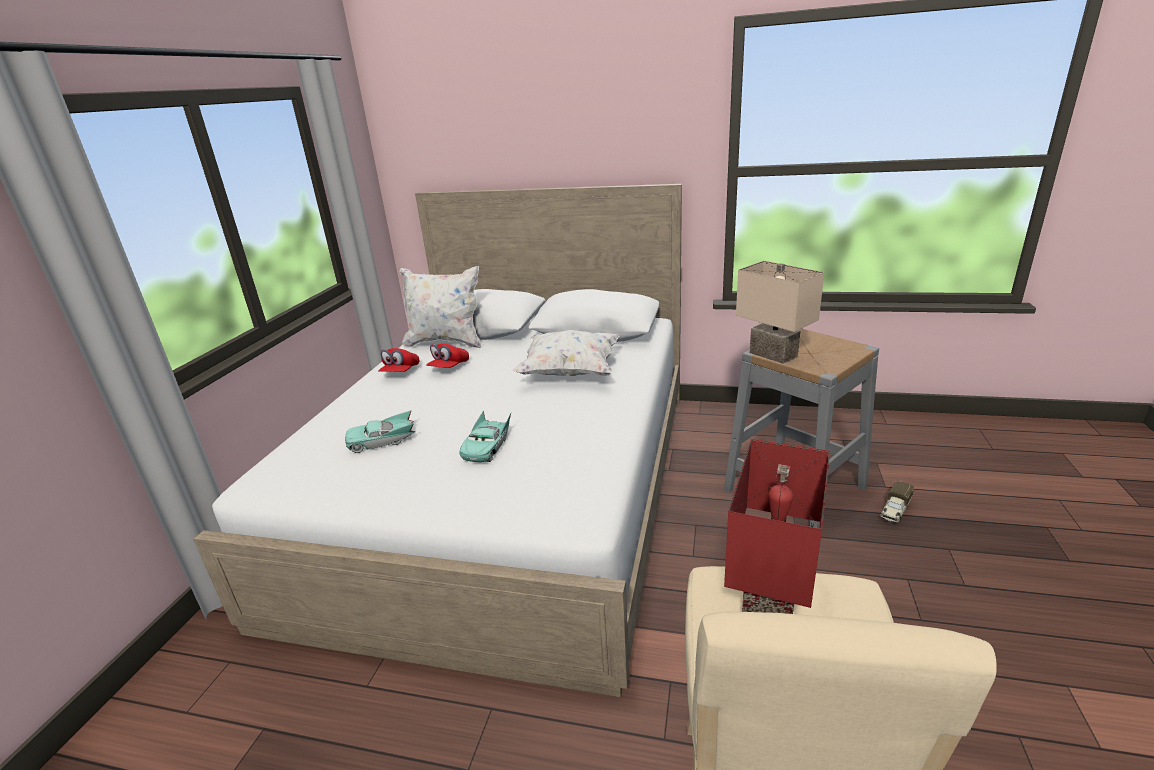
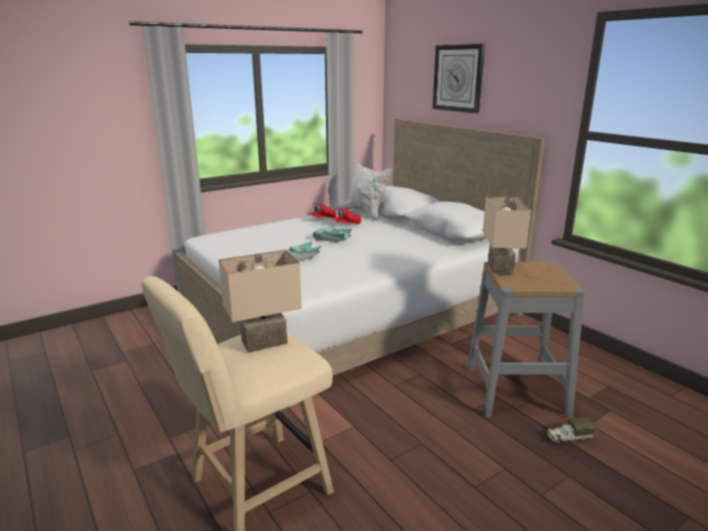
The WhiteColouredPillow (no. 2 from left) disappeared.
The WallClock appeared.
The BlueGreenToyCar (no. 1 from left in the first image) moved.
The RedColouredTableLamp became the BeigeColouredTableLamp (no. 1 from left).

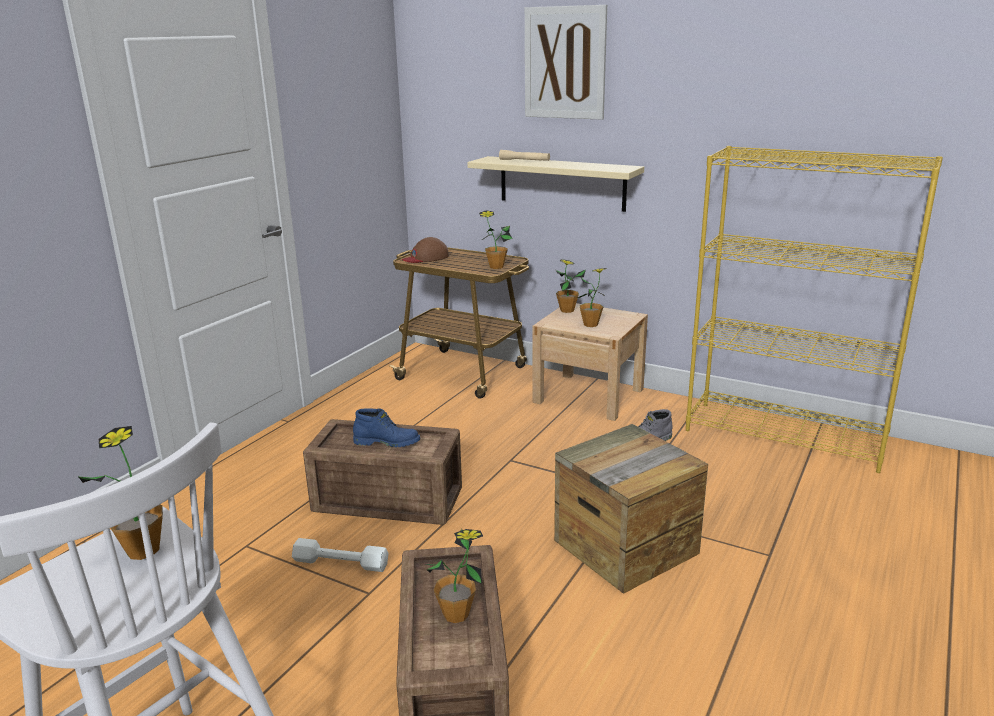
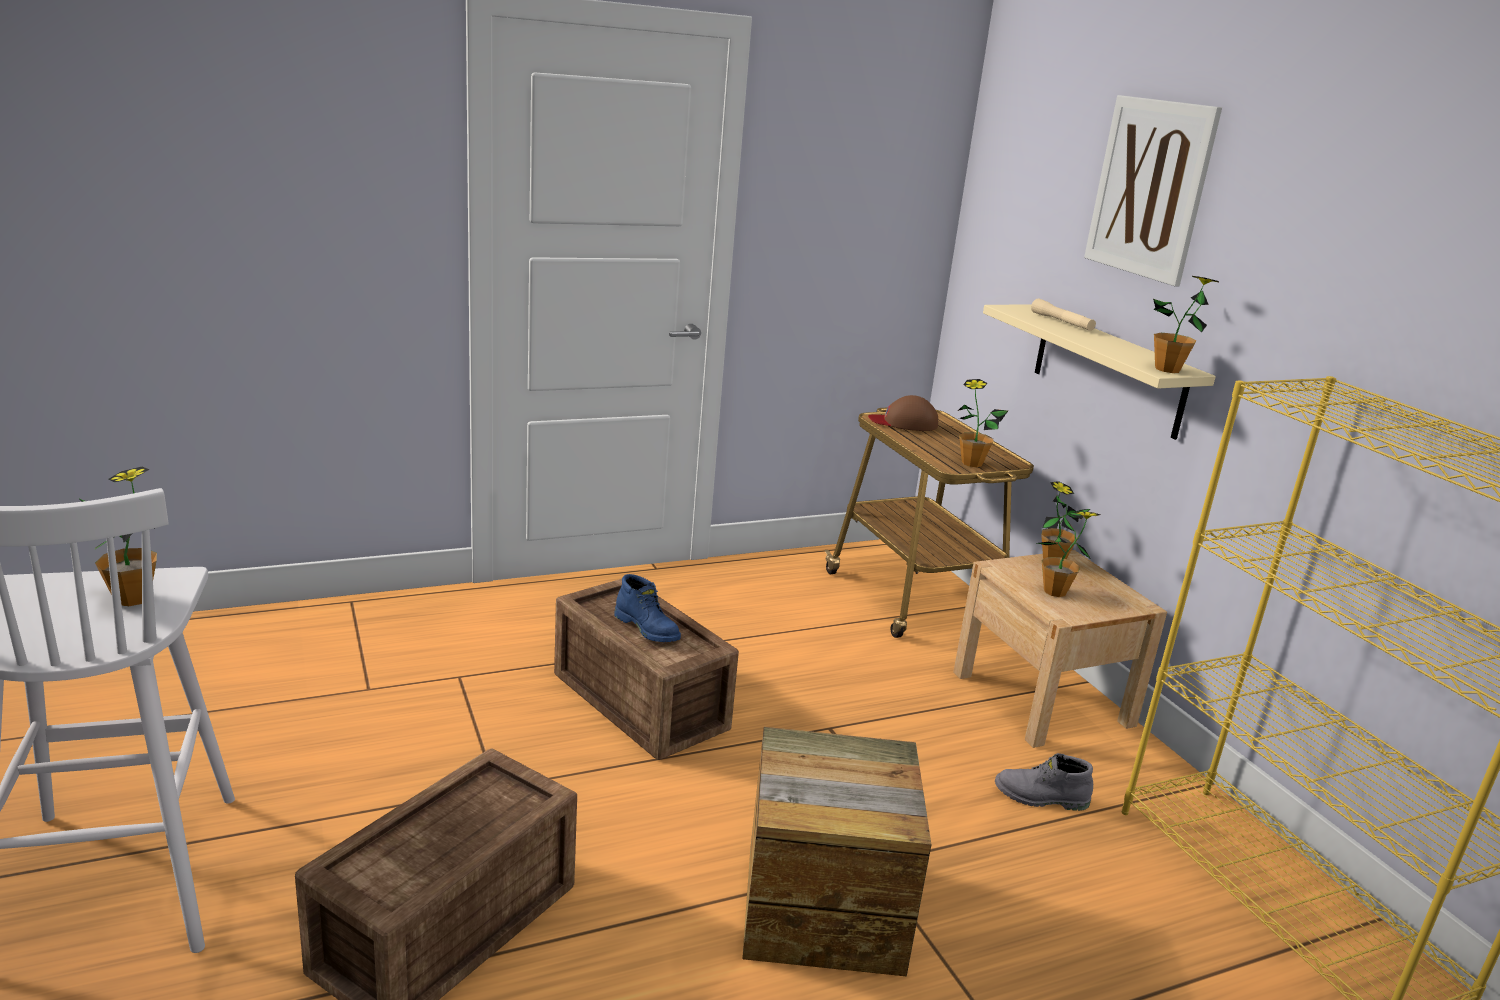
The WhiteColouredHandWeight disappeared.
The PottedPlant (no. 2 from left in the first image) moved.

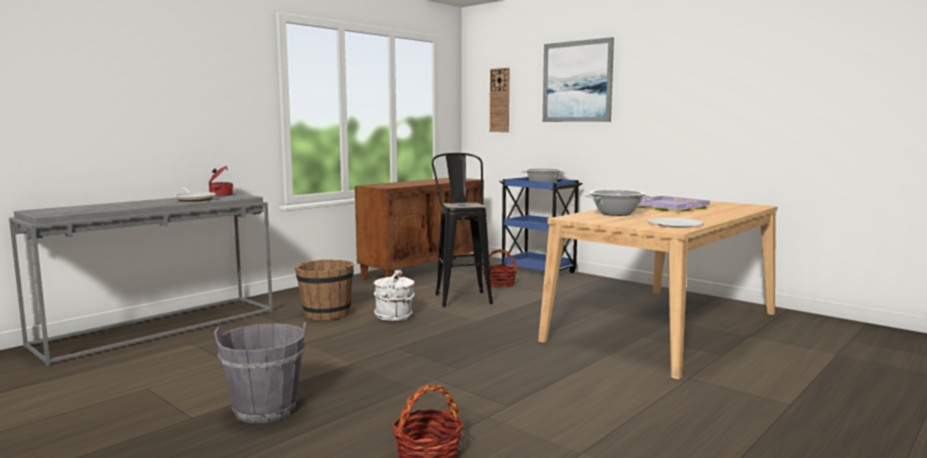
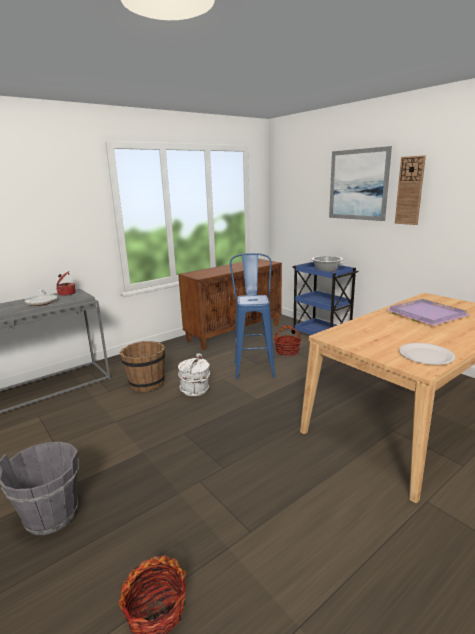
The Stockpot (no. 3 from left) disappeared.
The WallClock moved.
The BlackColouredSittingStool became the BluishSittingStool.

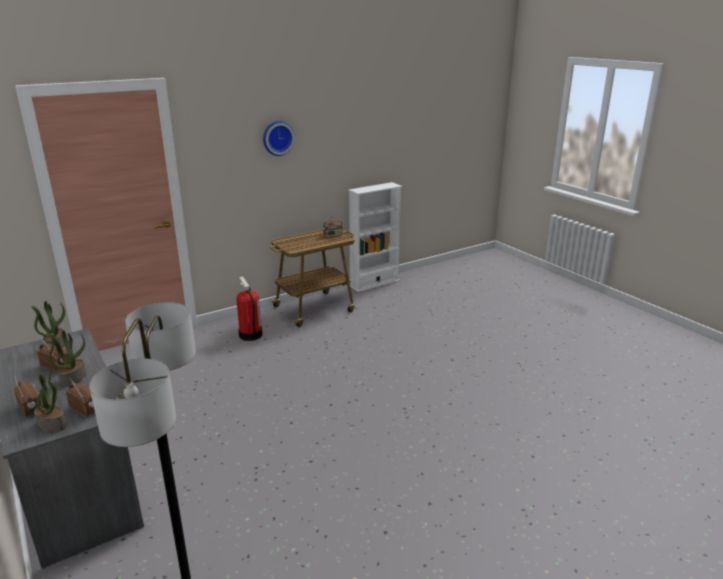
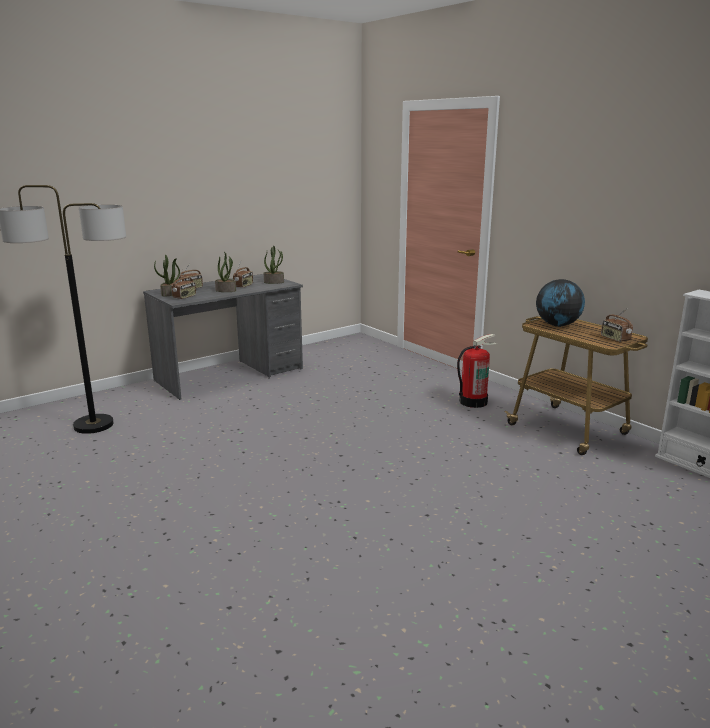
The WallClock disappeared.
The DeskGlobe appeared.

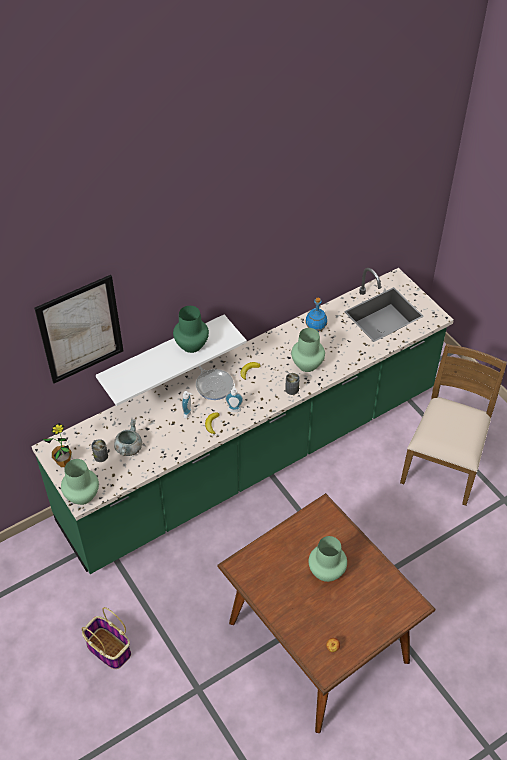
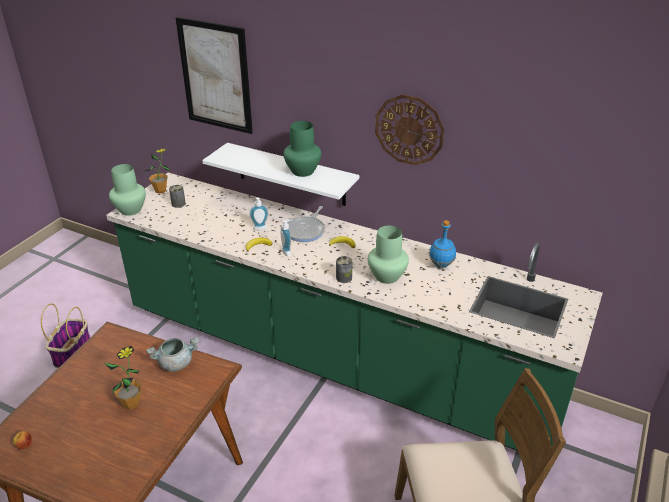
The WallClock appeared.
The GreyishStockpot moved.
The GreenishVase (no. 4 from left) was replaced by the PottedPlant (no. 1 from left).

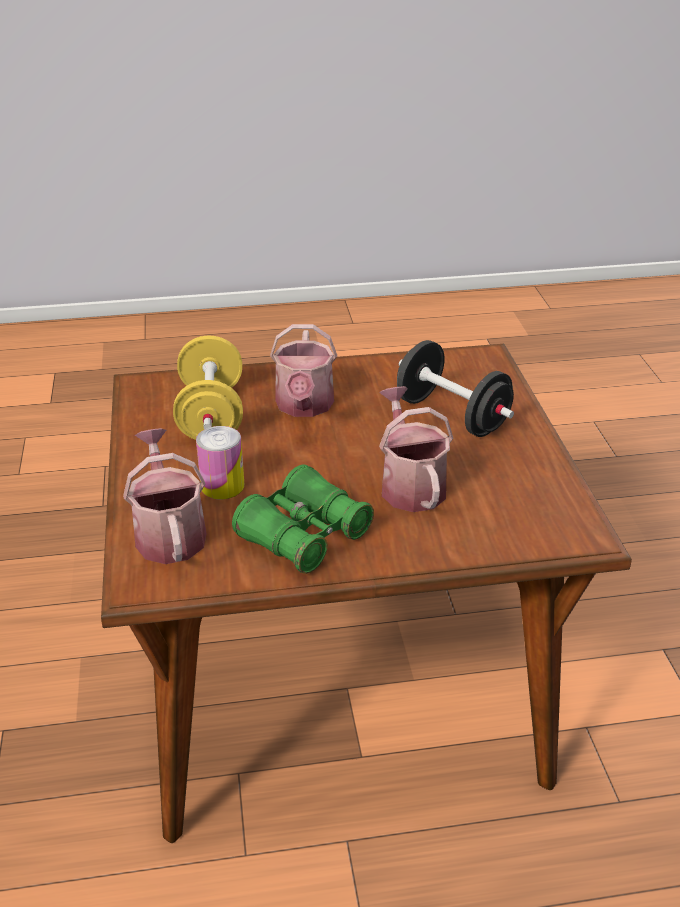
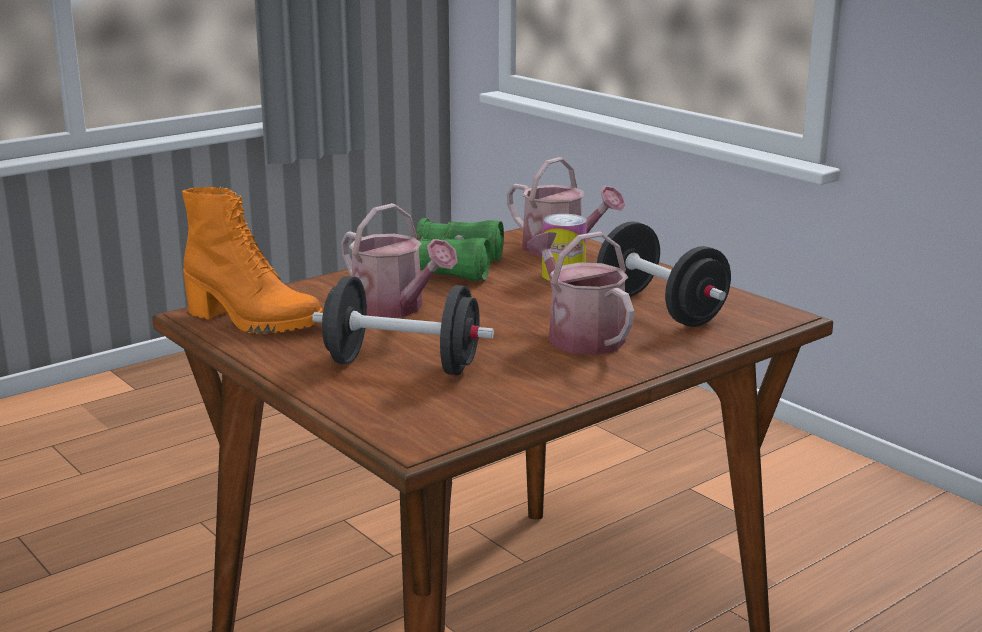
The OrangeyHighTopBoot appeared.
The YellowColouredHandWeight became the BlackColouredHandWeight (no. 2 from left).

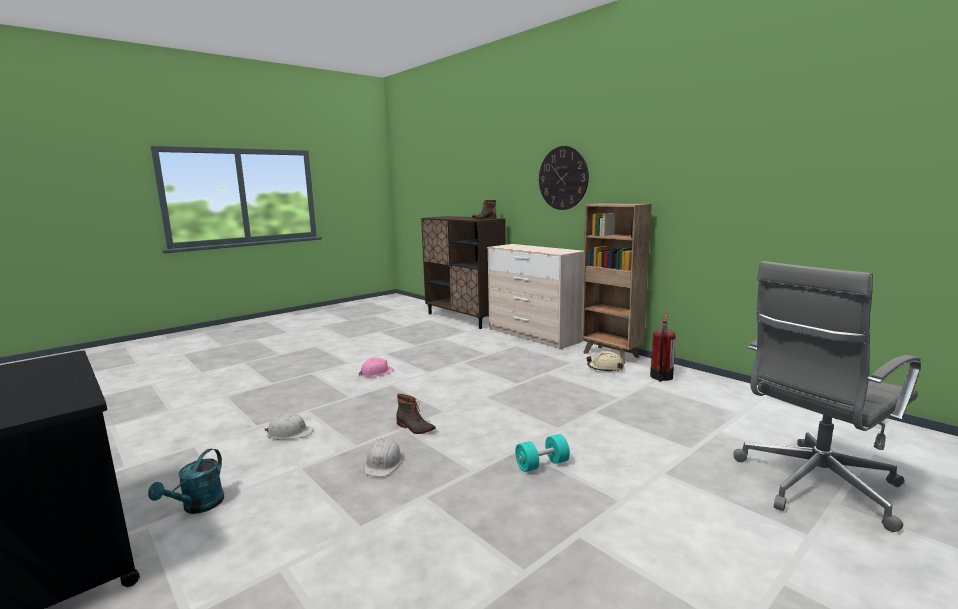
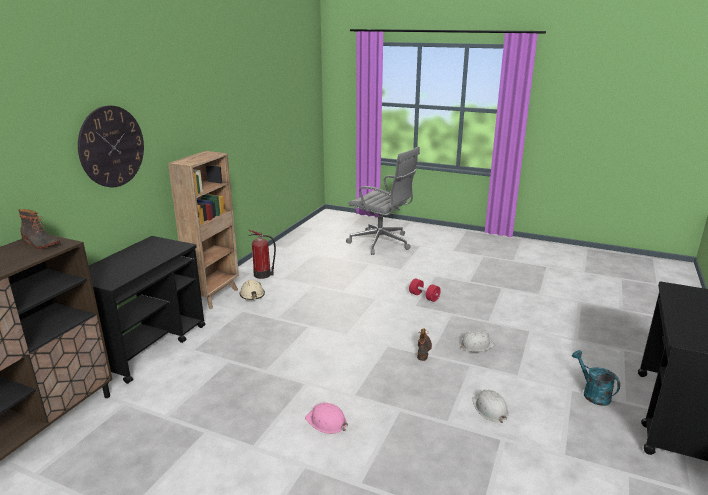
The BeigeColouredChestOfDrawers was replaced by the BlackColouredWheeledCart (no. 1 from left).
The BlueGreenHandWeight became the RedColouredHandWeight.
The BlueGreenWateringPot turned 105 degrees counterclockwise.

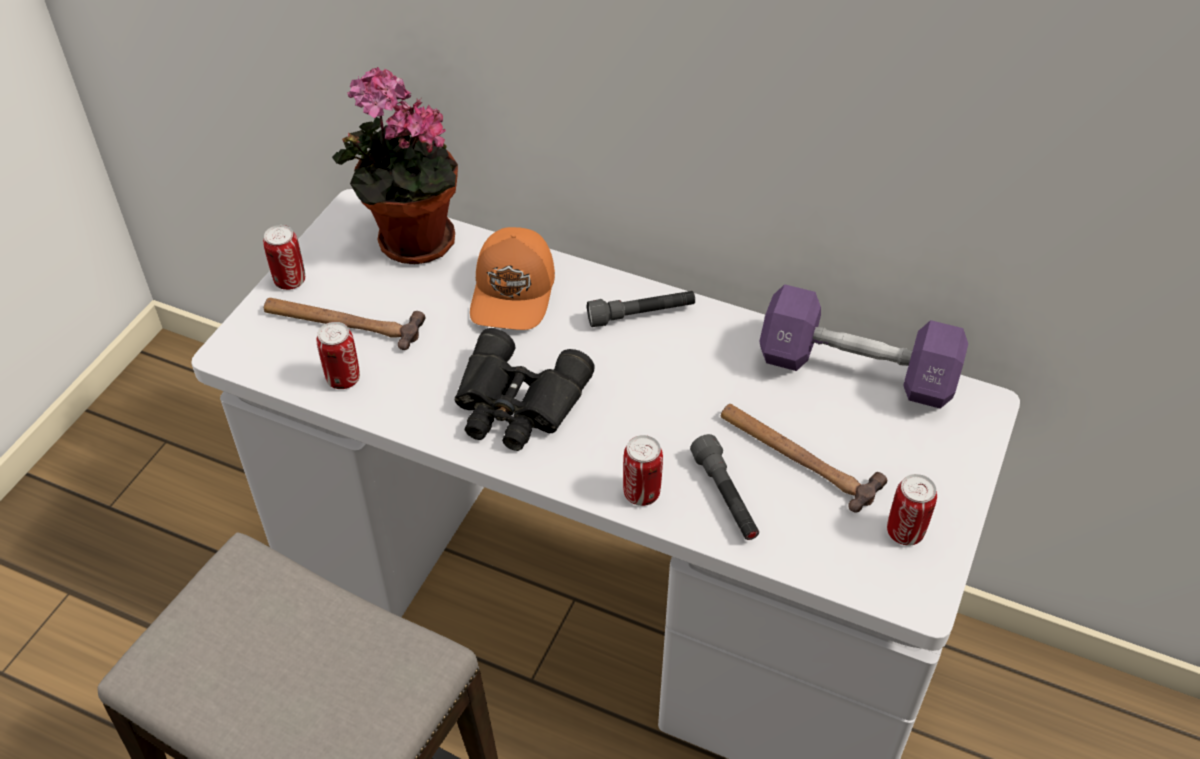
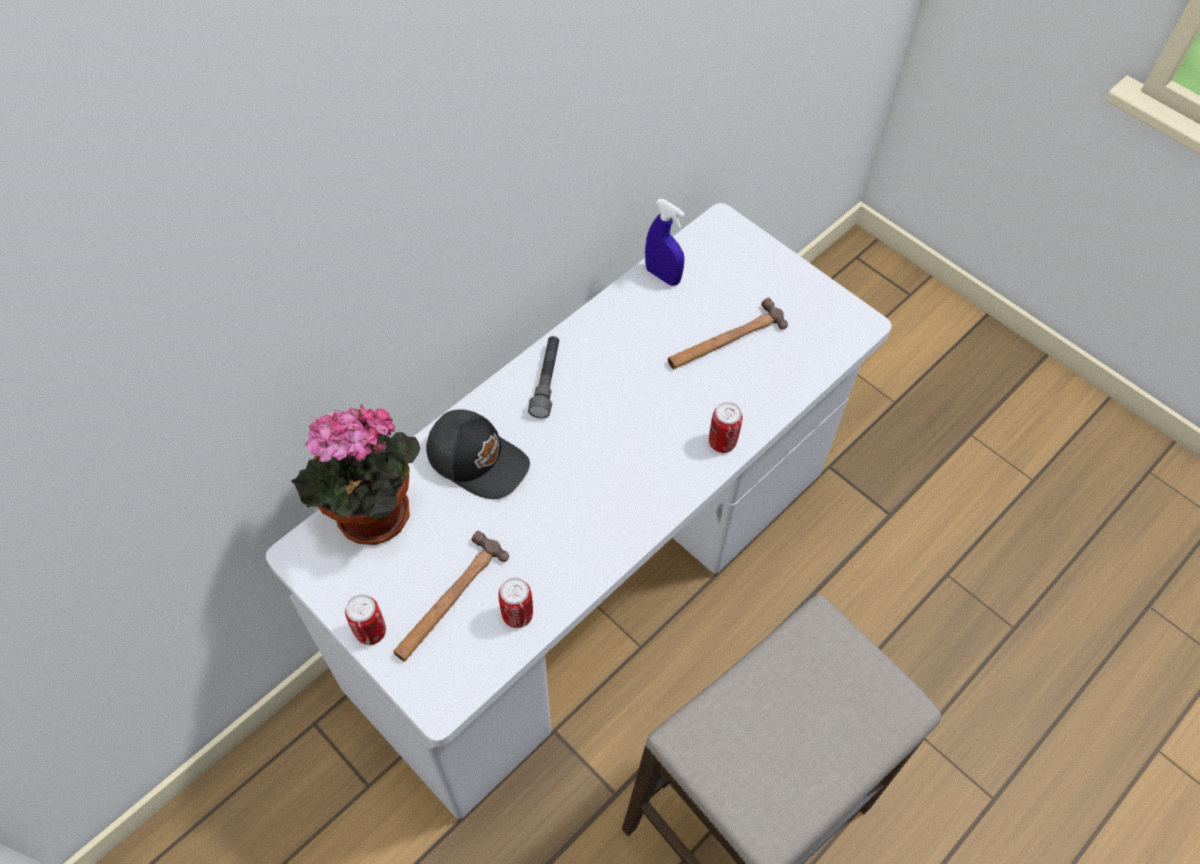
The BlackColouredFieldGlasses disappeared.
The GreyishFlashlight (no. 2 from left) disappeared.
The Can (no. 4 from left) disappeared.
The PurpleColouredHandWeight was replaced by the BluishSprayer.
The OrangeyBaseballCap became the BlackColouredBaseballCap.

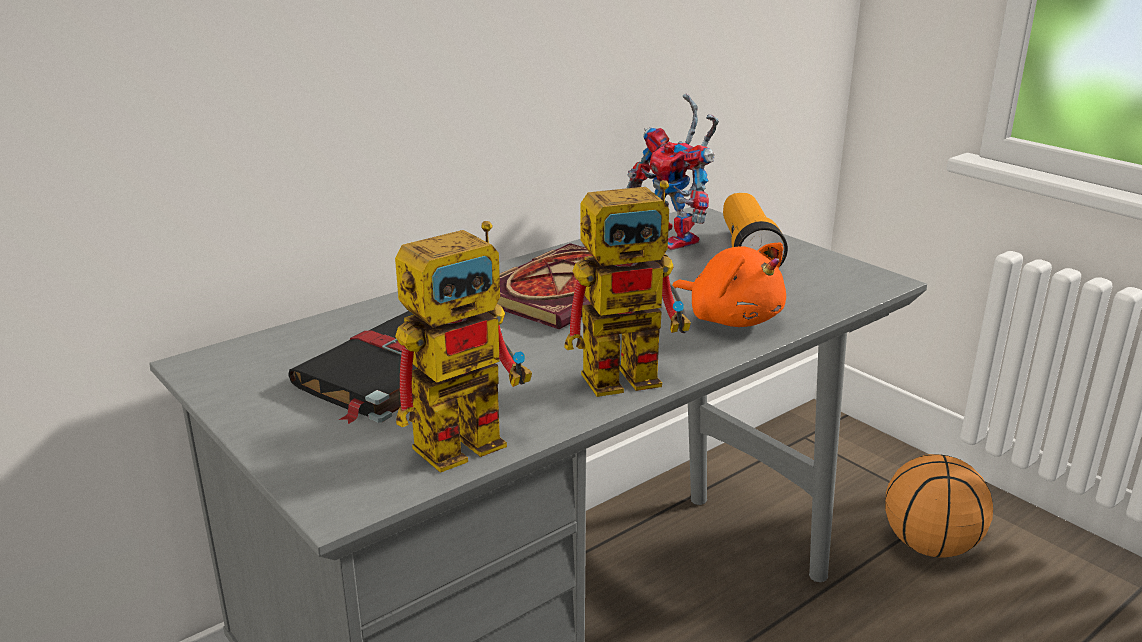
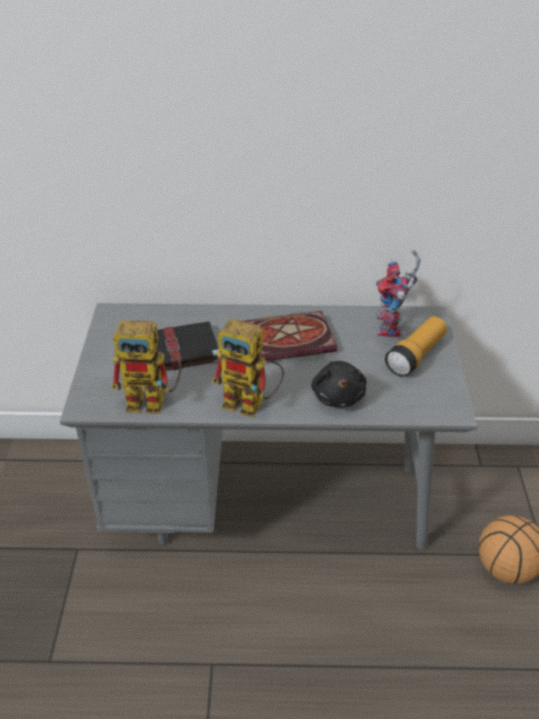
The OrangeyCuddlyToy became the BlackColouredCuddlyToy.

